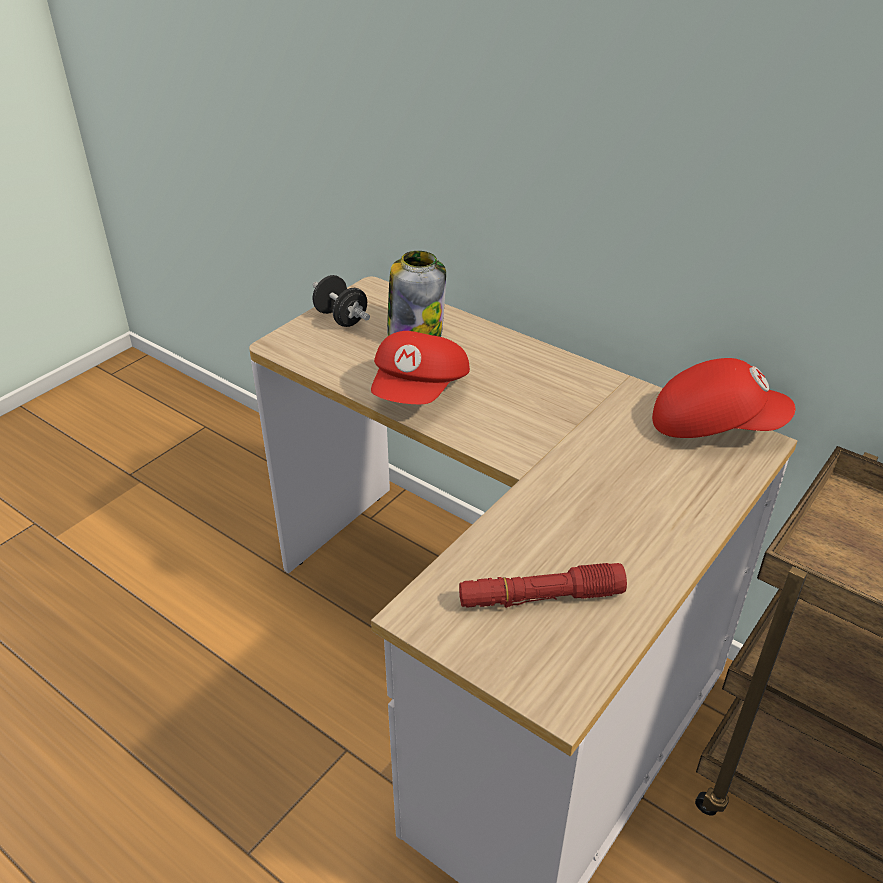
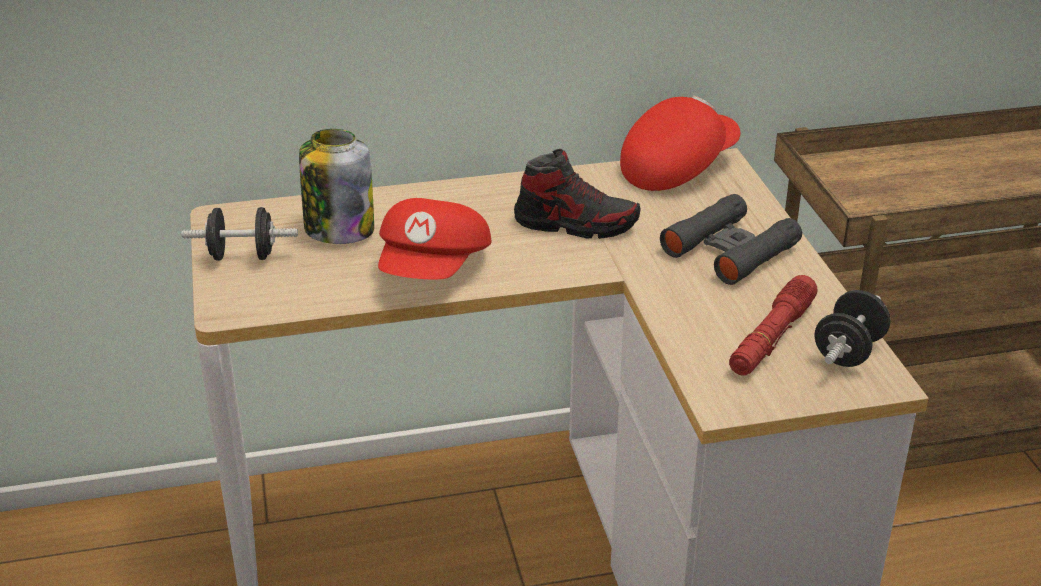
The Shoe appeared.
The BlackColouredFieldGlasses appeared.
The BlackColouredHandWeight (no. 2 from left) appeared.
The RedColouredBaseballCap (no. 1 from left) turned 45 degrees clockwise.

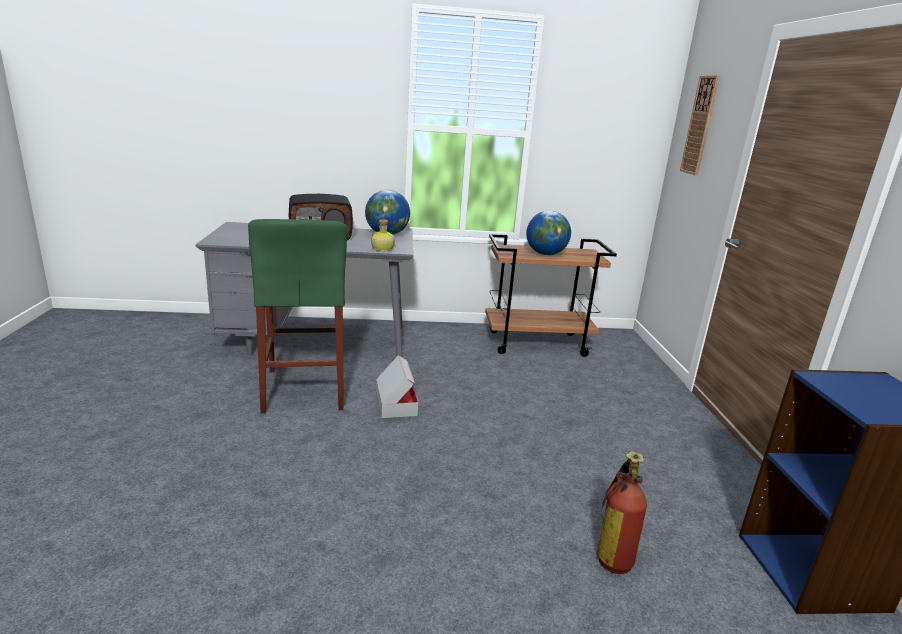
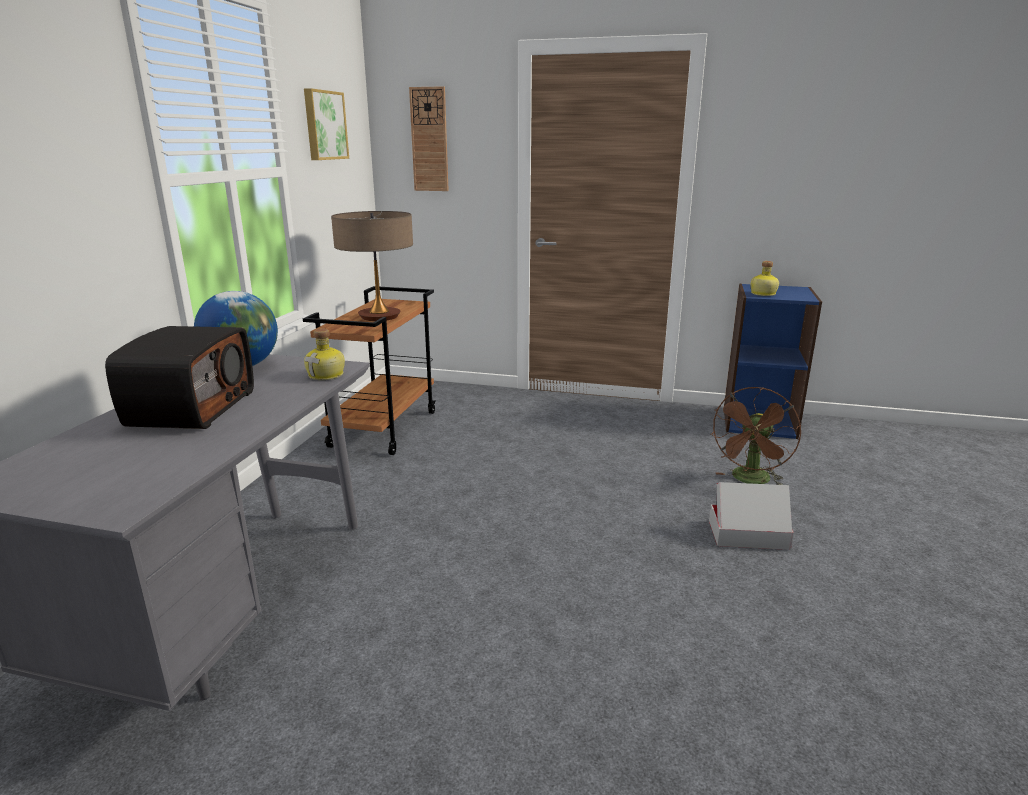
The GreenishSittingStool disappeared.
The Picture appeared.
The Bottle (no. 2 from left) appeared.
The Carton moved.
The DeskGlobe (no. 2 from left) was replaced by the TableLamp.
The FireExtinguisher was replaced by the BrownColouredFan.

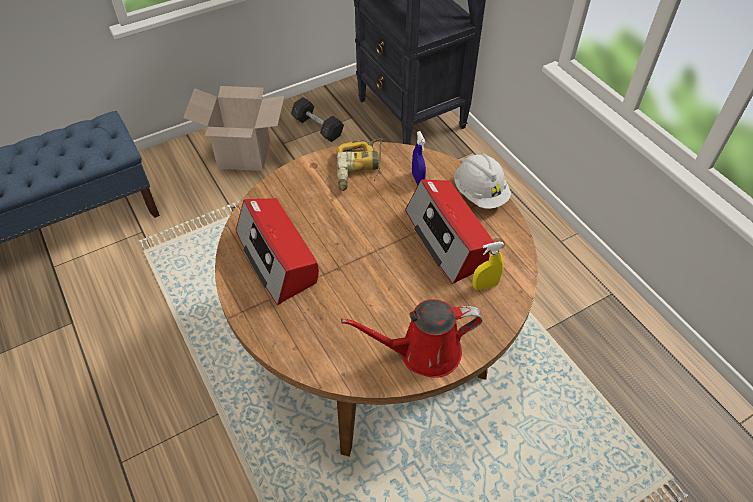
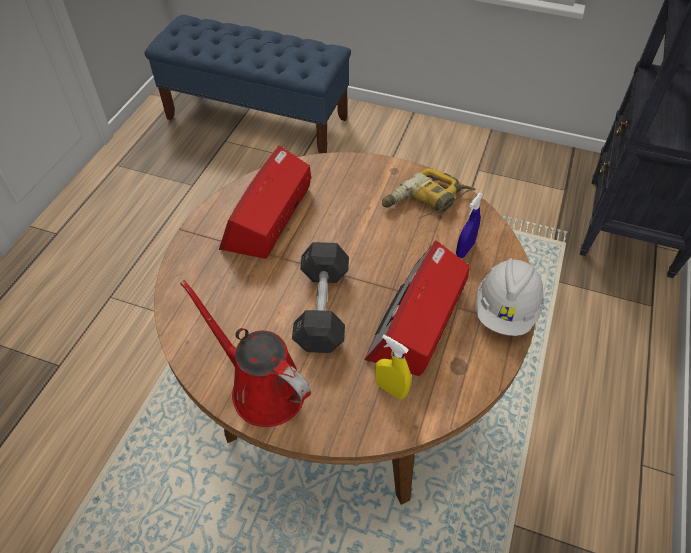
The Carton disappeared.
The GreyishHandWeight moved.

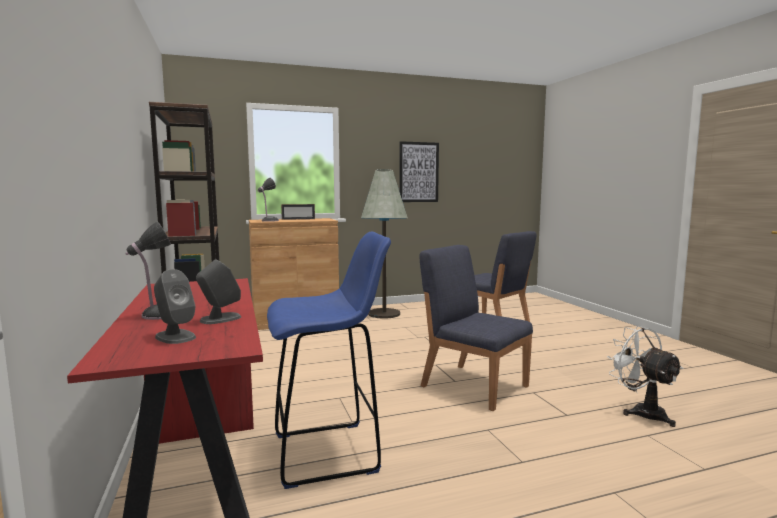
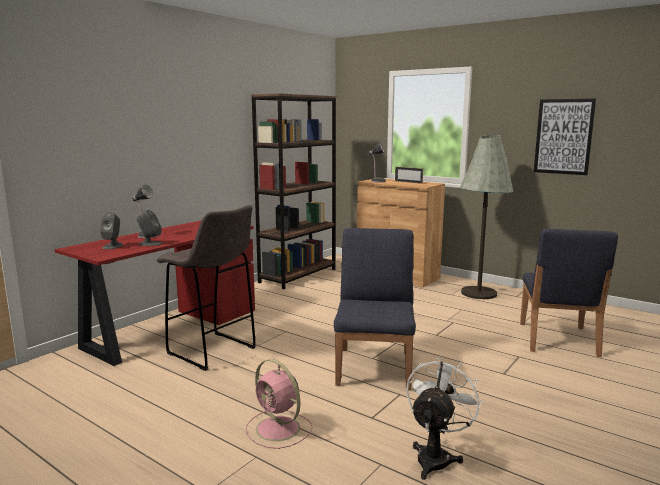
The PinkColouredFan appeared.
The BluishSittingStool became the GreyishSittingStool.

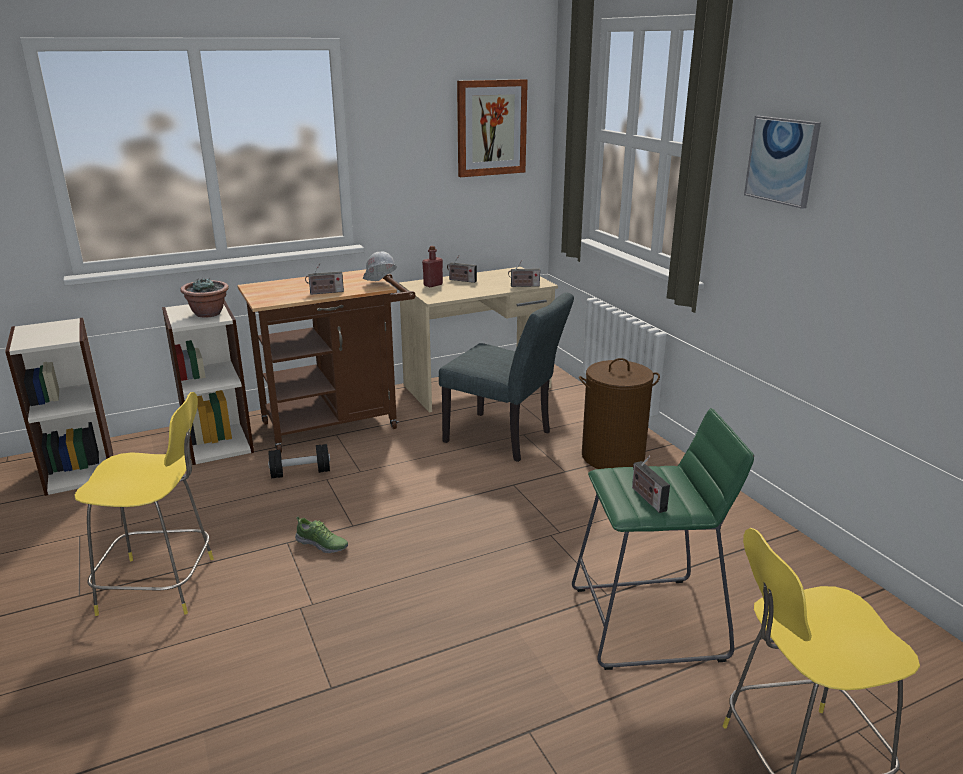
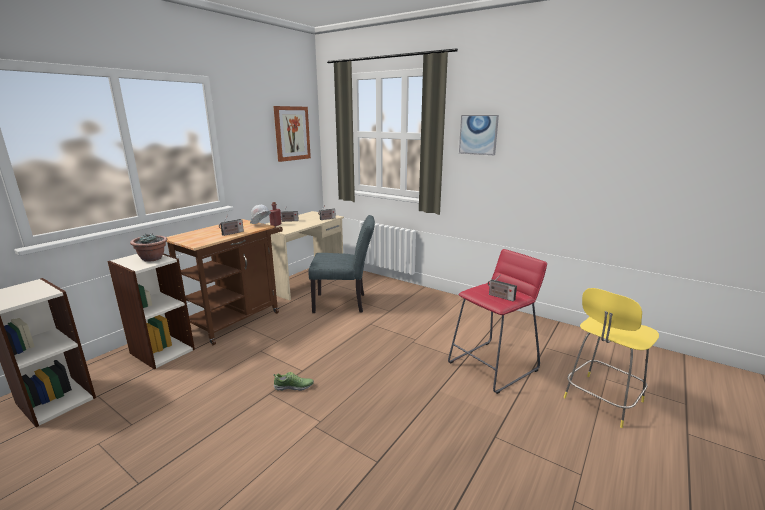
The YellowColouredSittingStool (no. 1 from left) disappeared.
The BlackColouredHandWeight disappeared.
The BrownColouredWashingBasket disappeared.
The GreenishSittingStool became the RedColouredSittingStool.

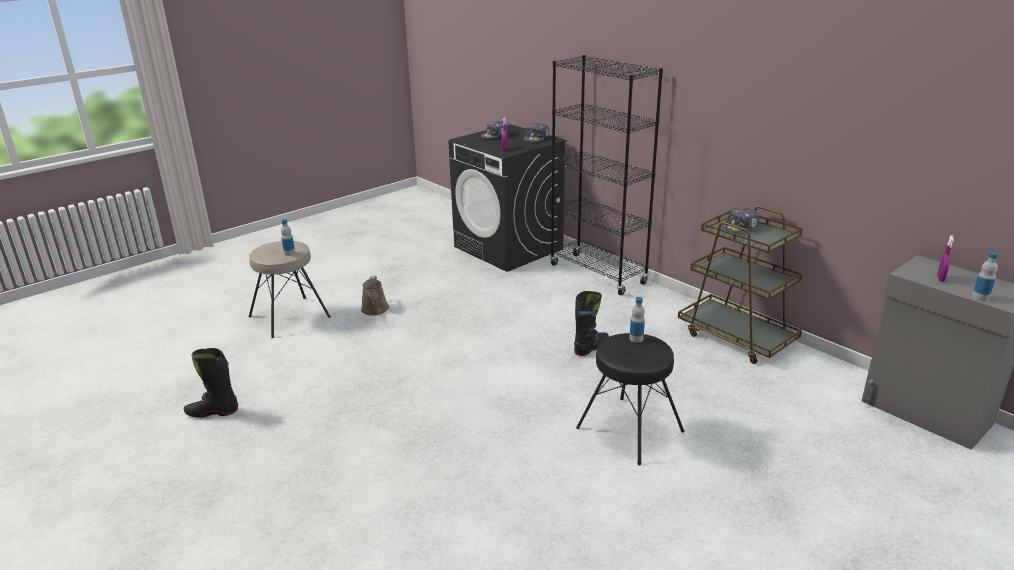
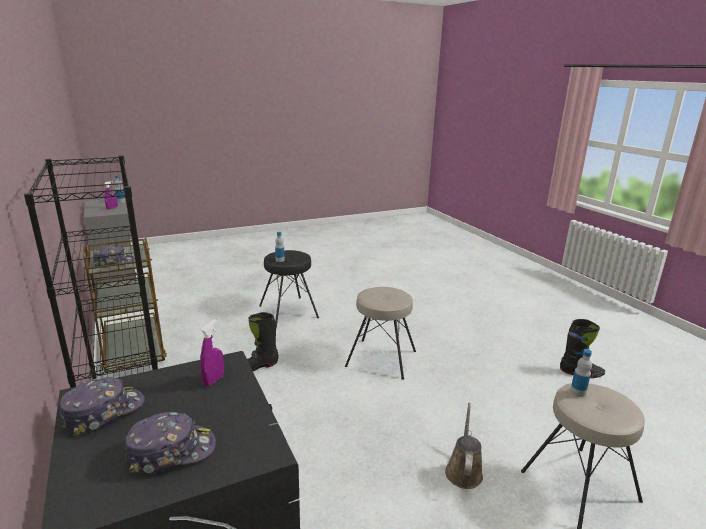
The BeigeColouredSittingStool (no. 1 from left) appeared.

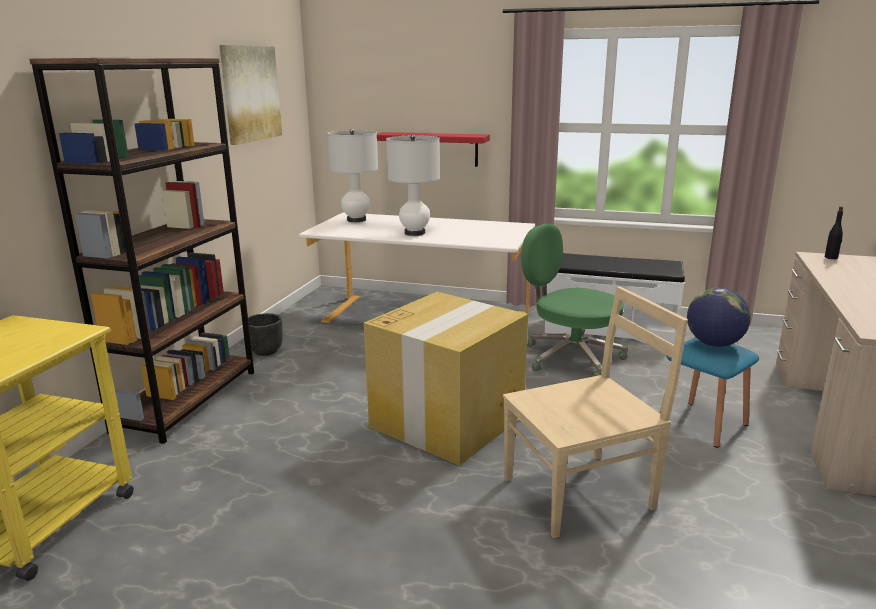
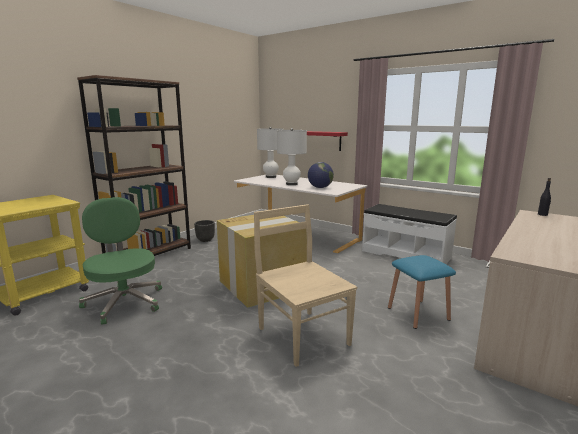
The Picture disappeared.
The GreenishOfficeChair moved.
The DeskGlobe moved.
The BeigeColouredUprightChair turned 120 degrees counterclockwise.

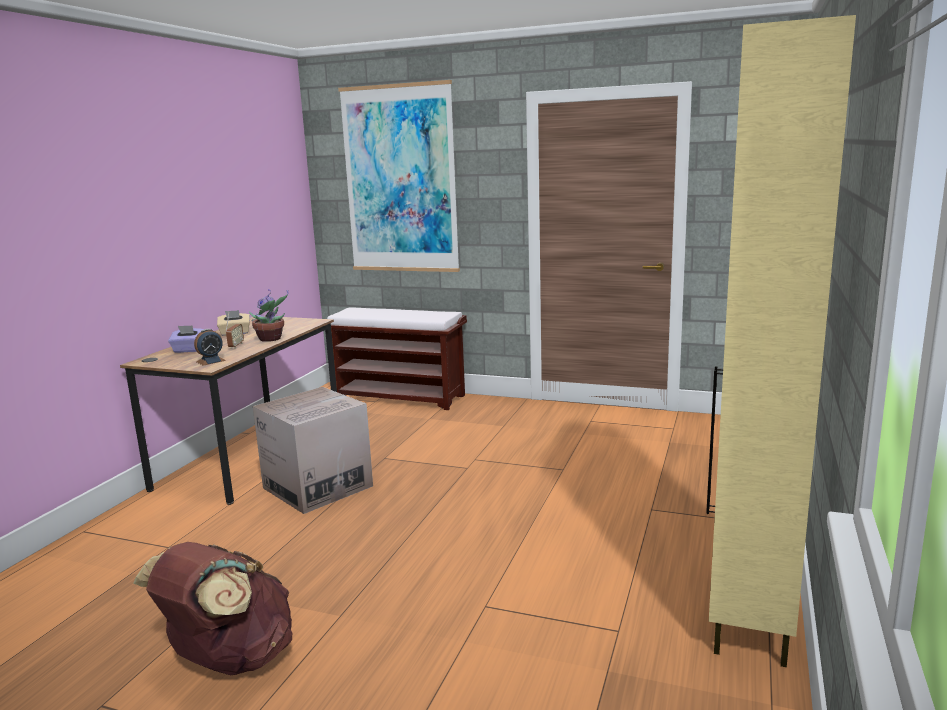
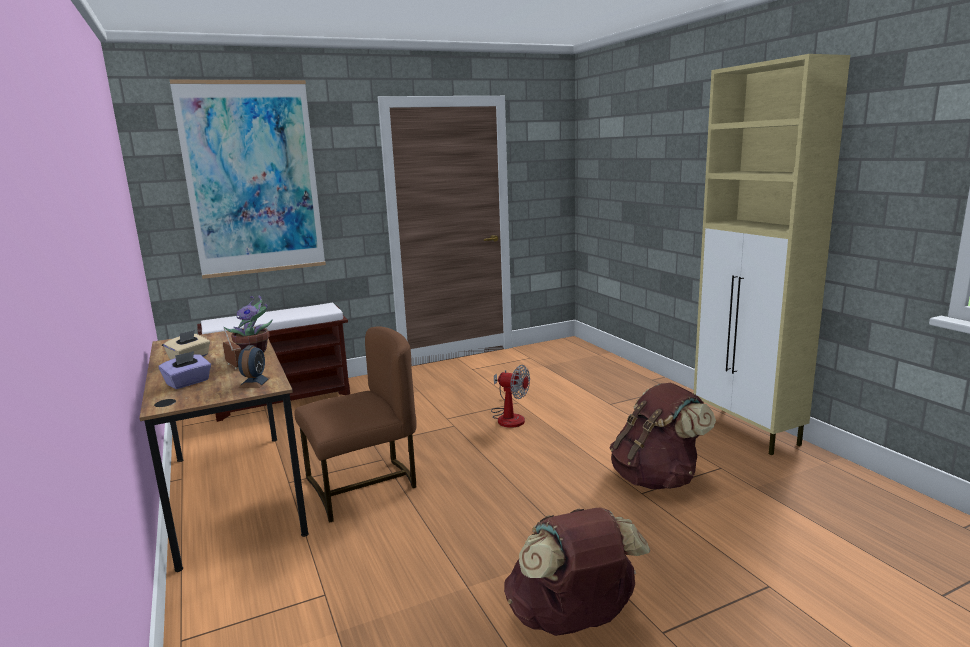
The Fan appeared.
The BrownColouredRucksack (no. 2 from left) appeared.
The Carton was replaced by the BrownColouredUprightChair.

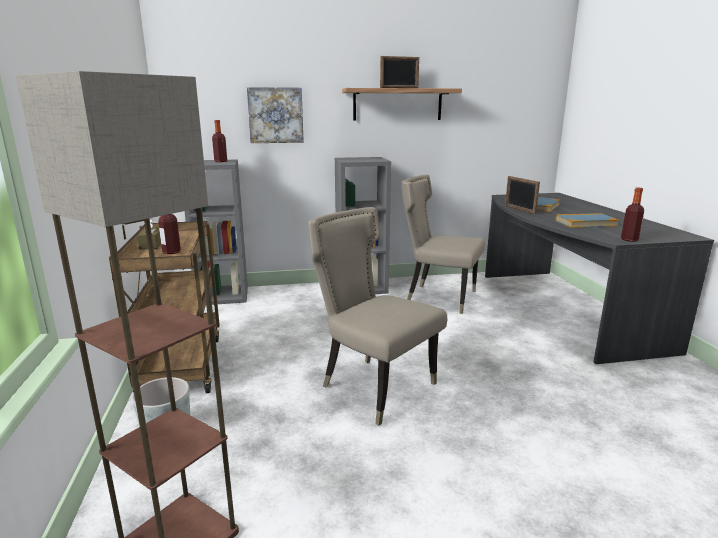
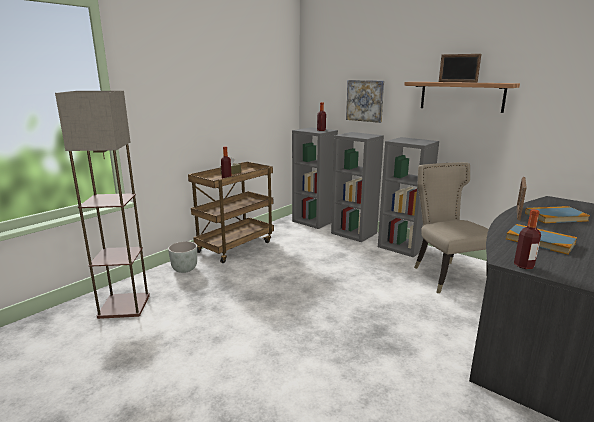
The BeigeColouredUprightChair (no. 1 from left) disappeared.
The GreyishShelvingUnit (no. 2 from left) appeared.

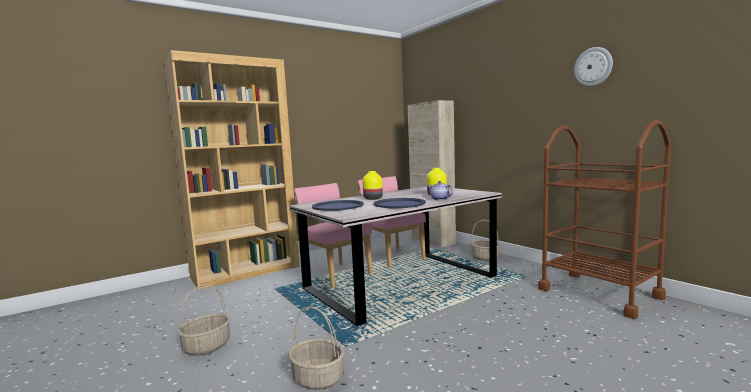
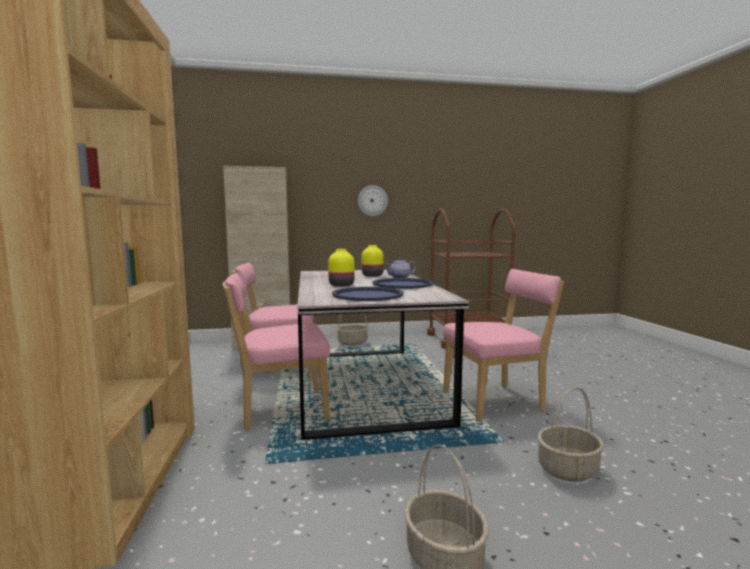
The PinkColouredUprightChair (no. 3 from left) appeared.
The WallClock moved.

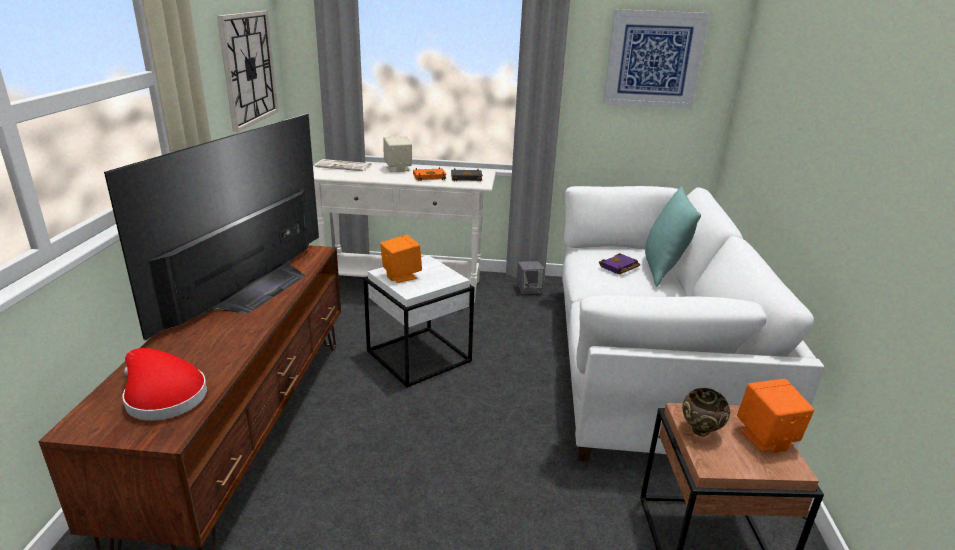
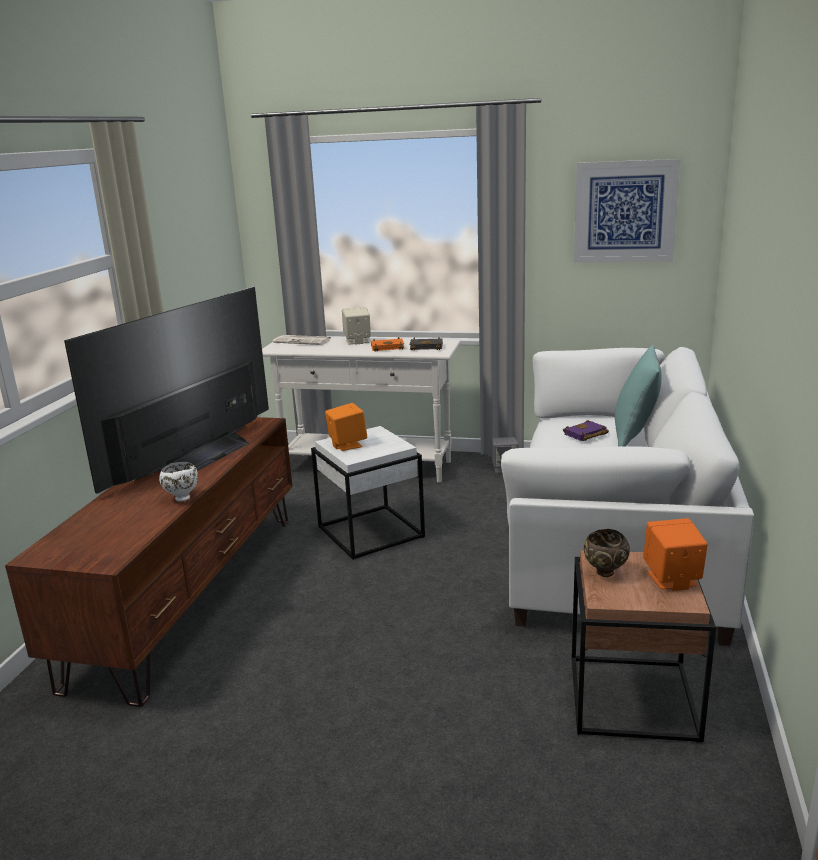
The RedColouredHat disappeared.
The WallClock disappeared.
The WhiteColouredServingBowl appeared.

